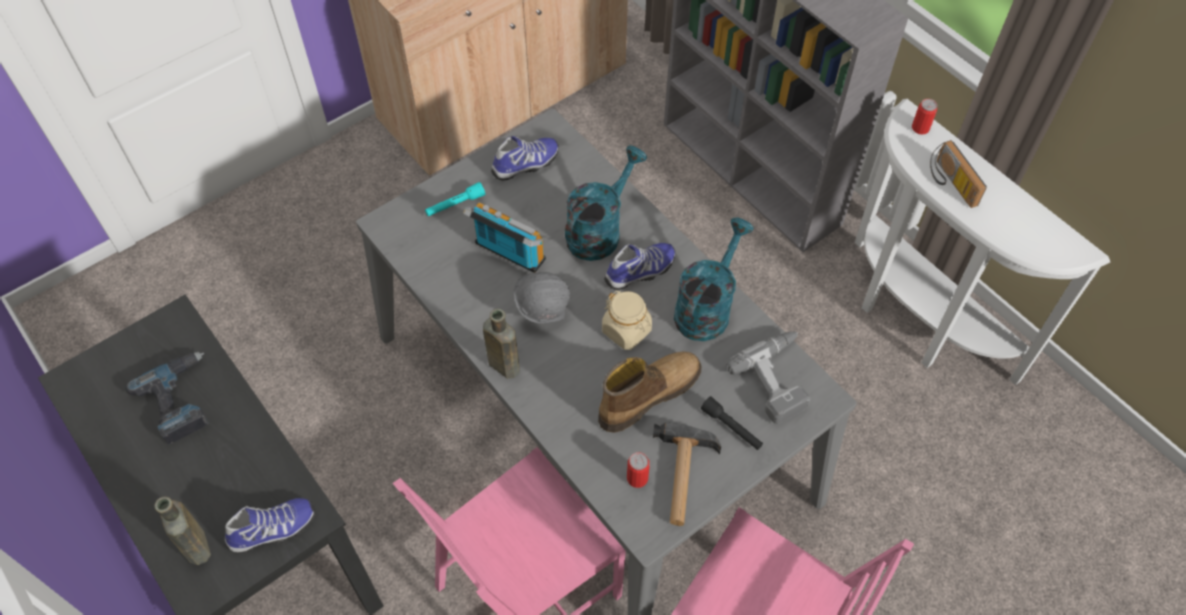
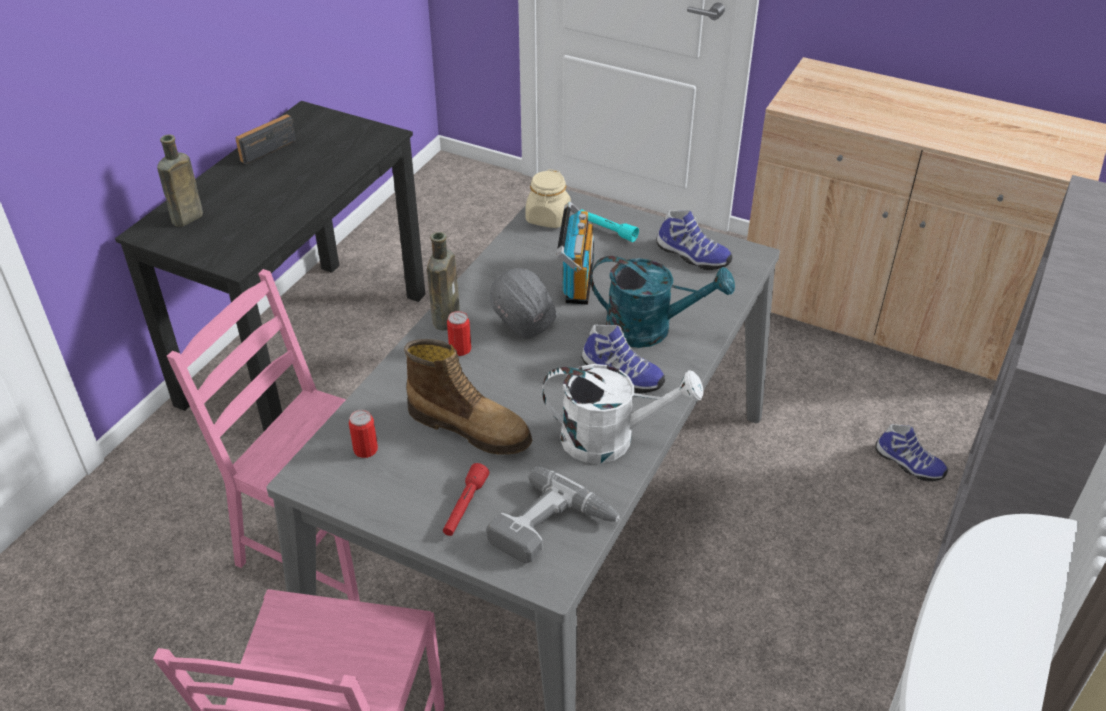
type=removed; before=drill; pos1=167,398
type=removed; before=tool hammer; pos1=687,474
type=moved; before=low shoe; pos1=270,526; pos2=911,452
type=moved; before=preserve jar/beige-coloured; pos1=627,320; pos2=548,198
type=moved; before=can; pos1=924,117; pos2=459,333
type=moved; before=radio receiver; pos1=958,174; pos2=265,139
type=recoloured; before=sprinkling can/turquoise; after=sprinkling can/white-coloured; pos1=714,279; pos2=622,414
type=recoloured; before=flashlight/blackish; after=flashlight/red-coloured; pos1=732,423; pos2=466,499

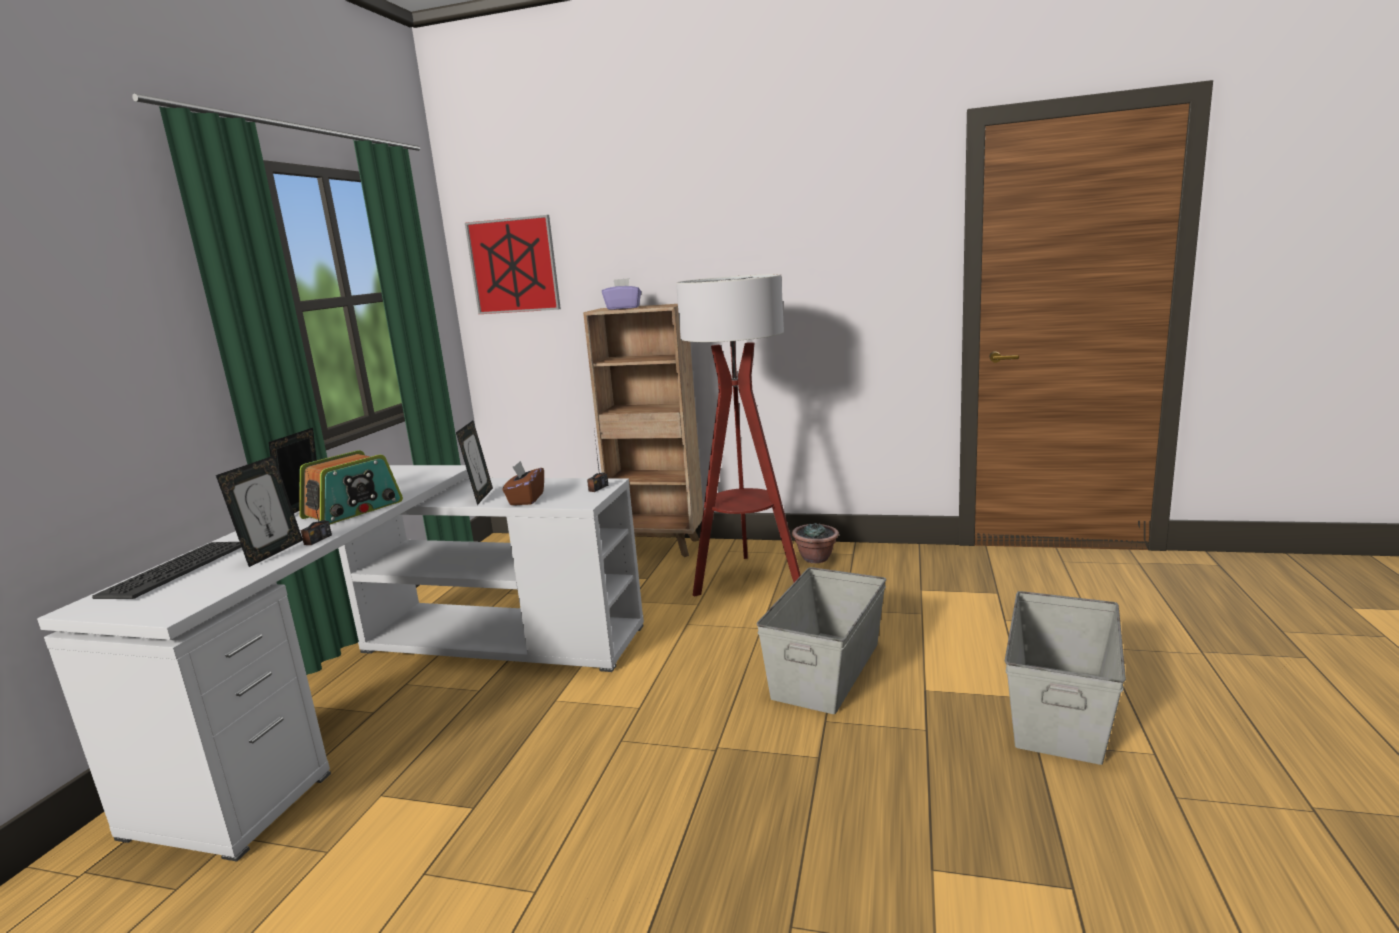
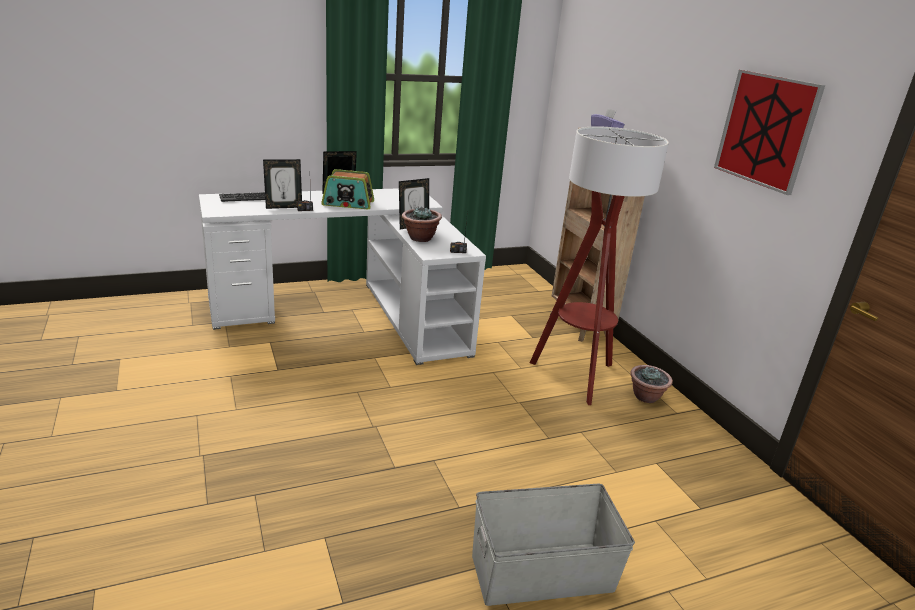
type=removed; before=storage bin/gray; pos1=821,640
type=moved; before=wall picture; pos1=513,264; pos2=769,132
type=replaced; before=tissue box/brown; after=houseplant; pos1=523,483; pos2=422,224

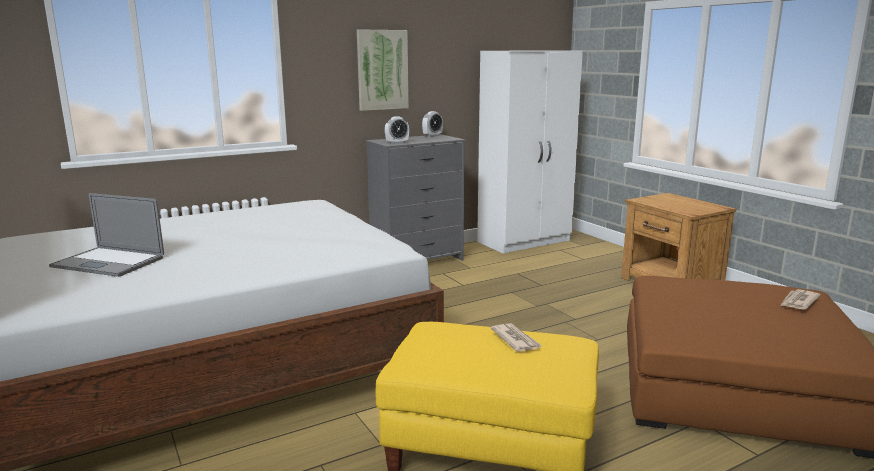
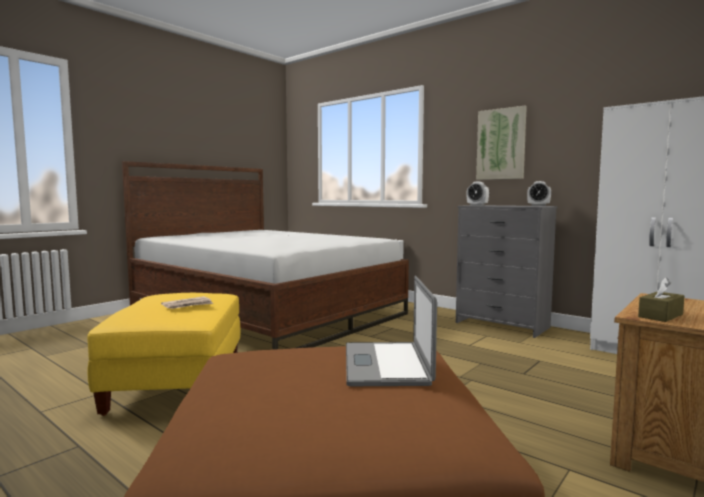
type=removed; before=newspaper; pos1=800,299
type=added; after=tissue box/brown; pos2=661,299
type=moved; before=portable computer; pos1=106,235; pos2=391,331

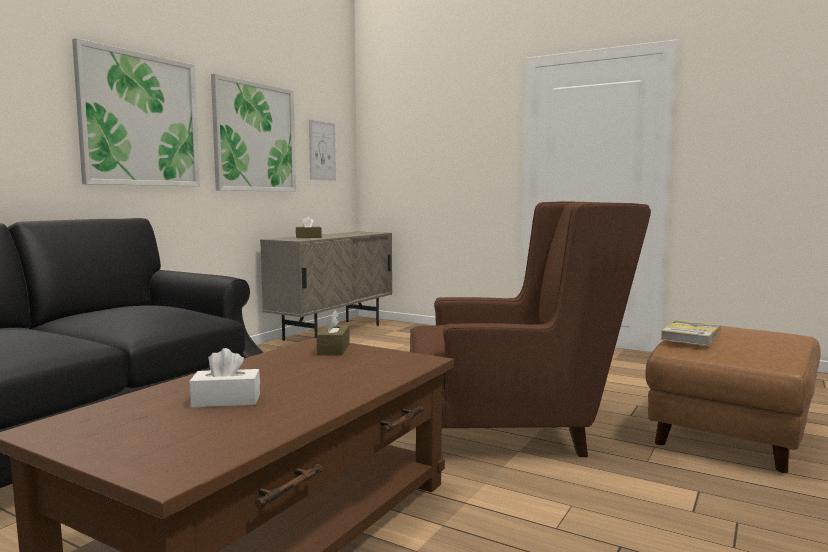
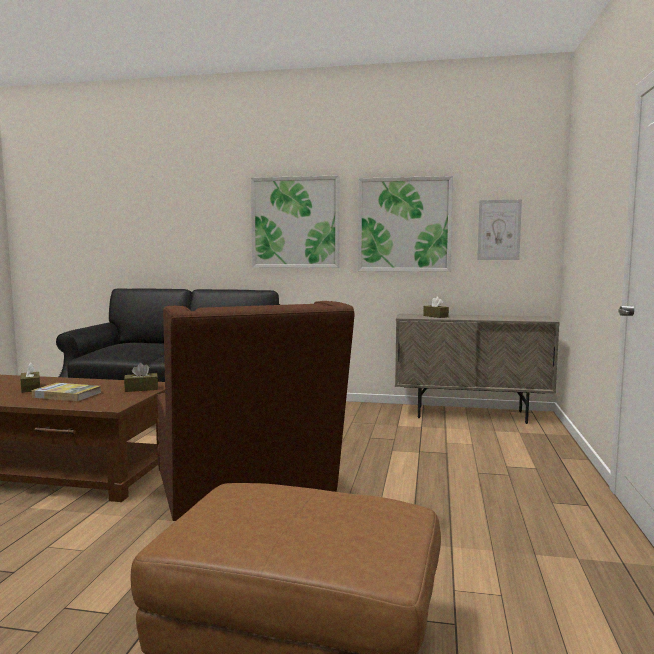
type=moved; before=bound book; pos1=690,333; pos2=66,392
type=recoloured; before=tissue box/white-coloured; after=tissue box/brown; pos1=225,377; pos2=30,377

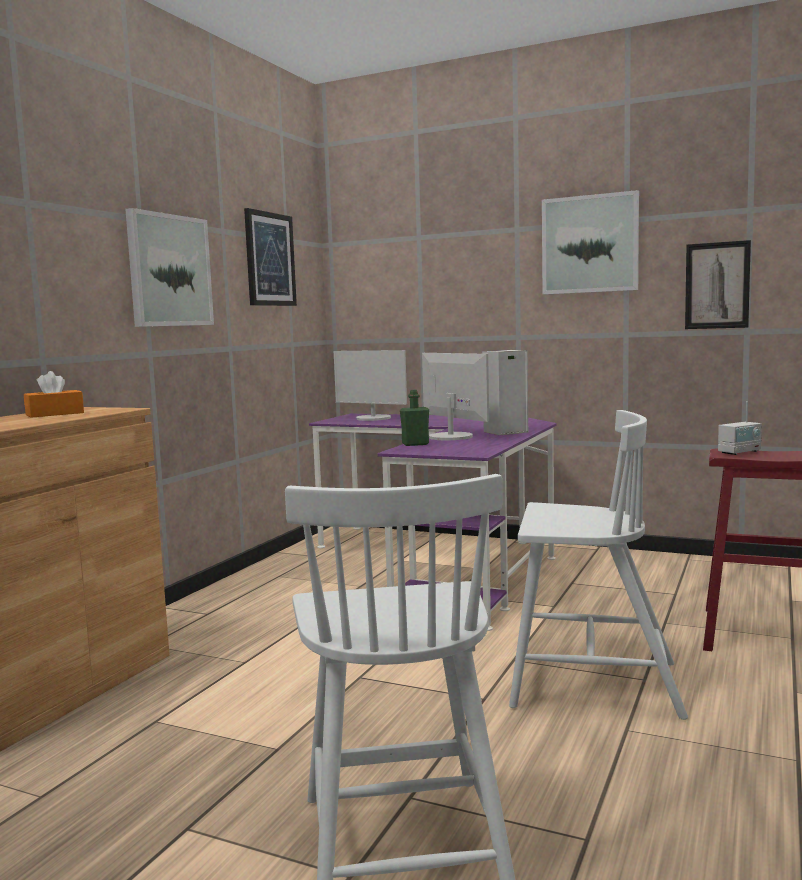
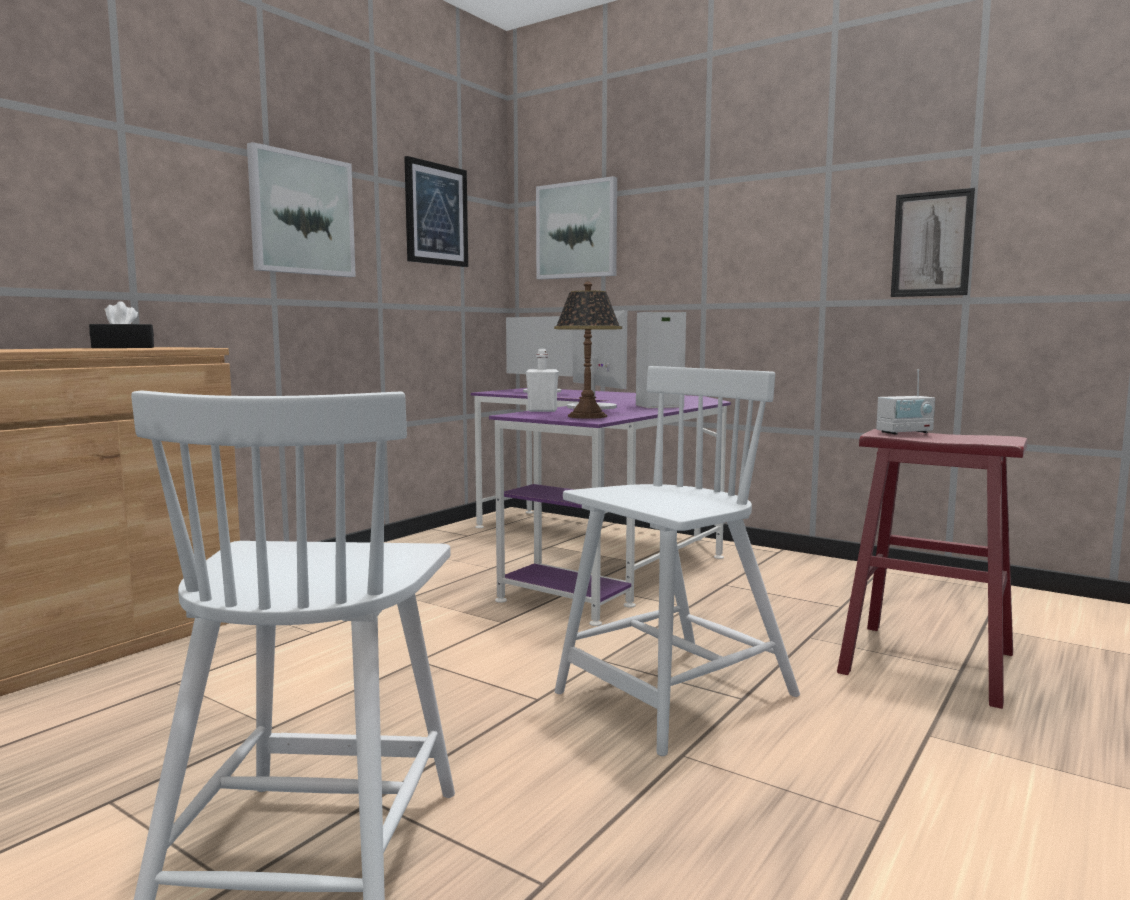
type=added; after=tabletop lamp; pos2=588,350
type=moved; before=wall picture; pos1=590,242; pos2=576,227
type=recoloured; before=tissue box/orange-coloured; after=tissue box/blackish; pos1=54,394; pos2=121,324
type=recoloured; before=drink bottle/green; after=drink bottle/white-coloured; pos1=414,418; pos2=542,380
type=turned; before=upright chair/white-coloured; pos1=598,565; pos2=677,561; turn=-60

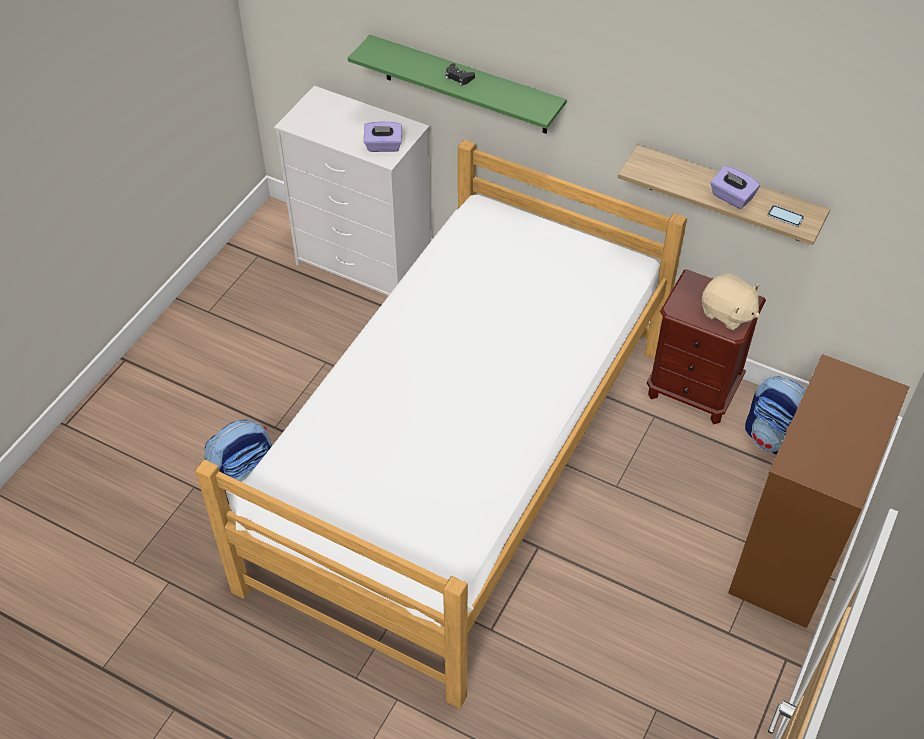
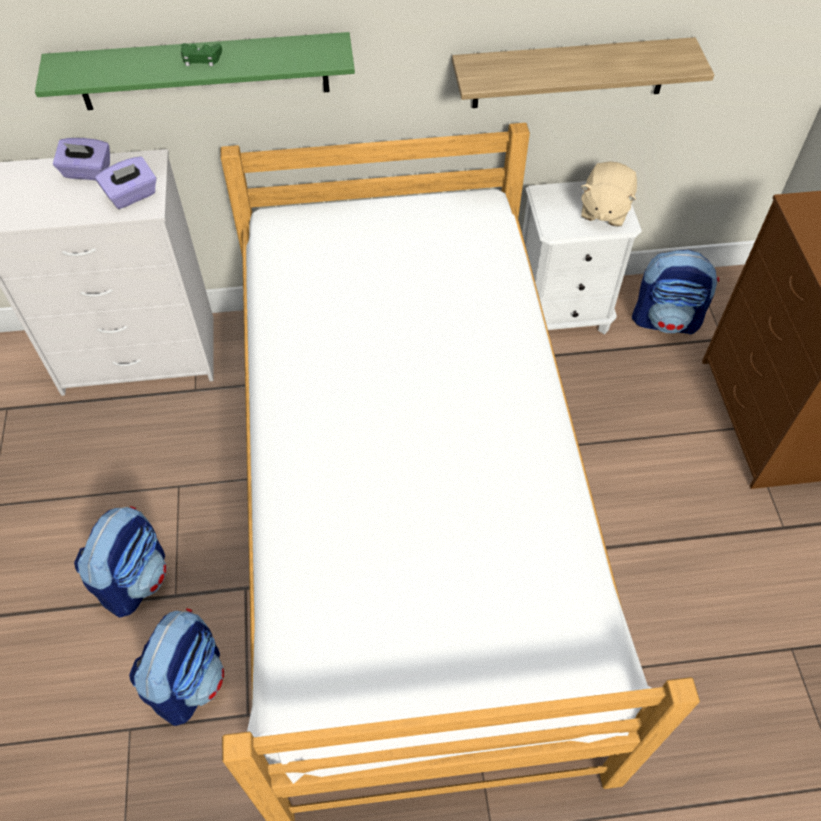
type=removed; before=telephone; pos1=786,216
type=added; after=backpack; pos2=120,562
type=moved; before=tissue box/purple-coloured; pos1=735,187; pos2=81,159
type=recoloured; before=gamepad/blackish; after=gamepad/green; pos1=460,74; pos2=201,54
type=recoloured; before=nightstand/brown; after=nightstand/white-coloured; pos1=706,346; pos2=582,257
type=turned; before=soft toy/beige-coloured; pos1=731,301; pos2=609,194; turn=105

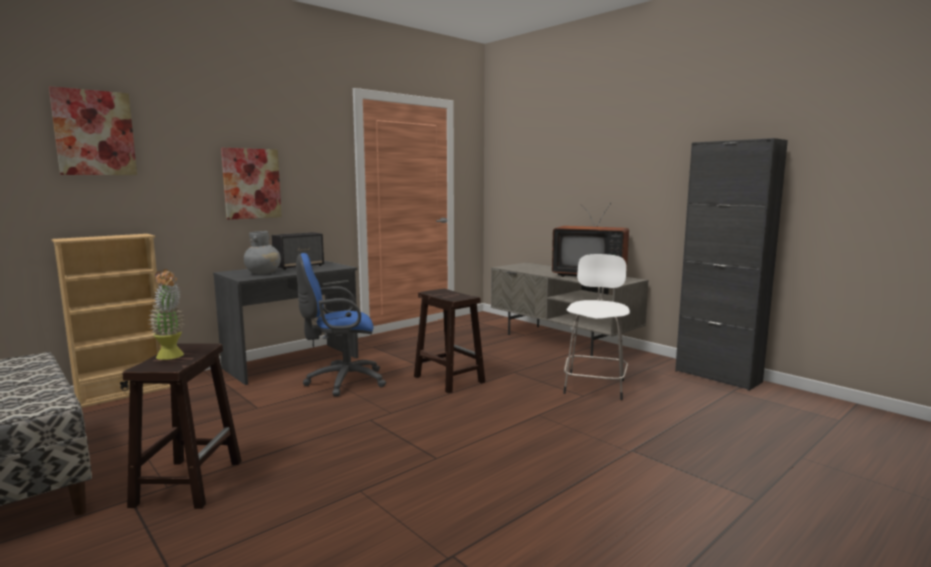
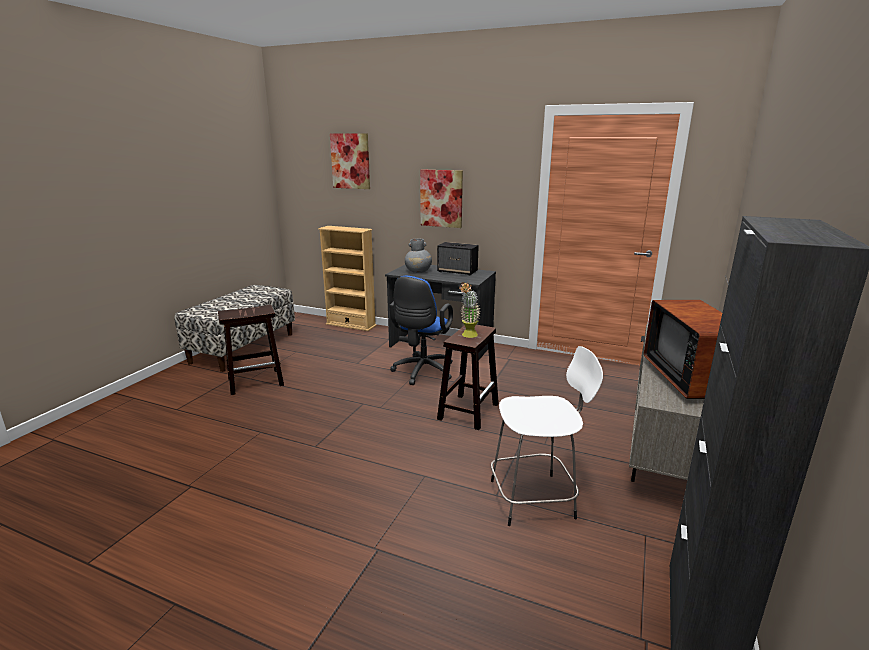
type=moved; before=houseplant; pos1=166,314; pos2=470,310
type=turned; before=office chair/blue; pos1=341,324; pos2=421,330; turn=-120

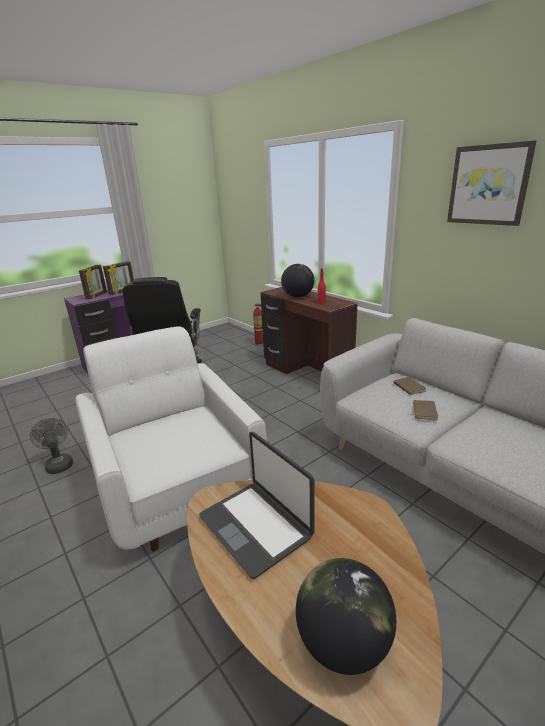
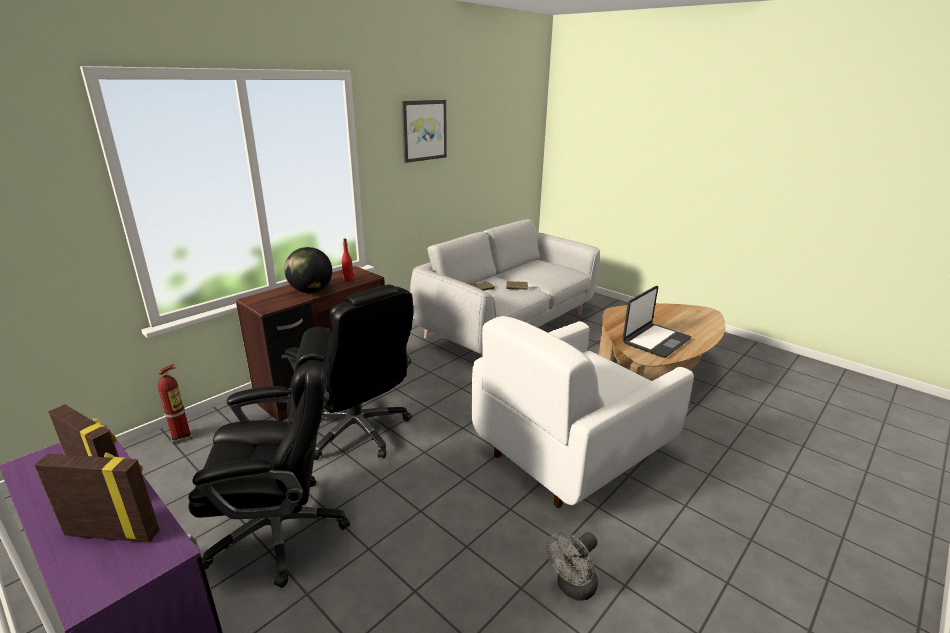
type=removed; before=world globe; pos1=346,616
type=added; after=office chair/blackish; pos2=349,372

